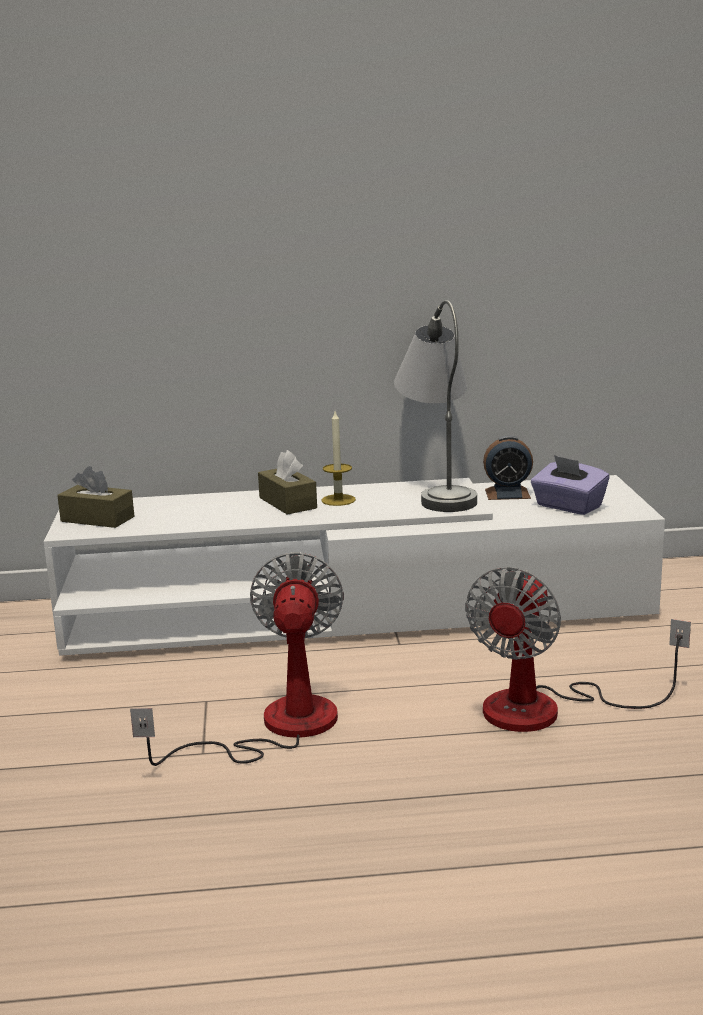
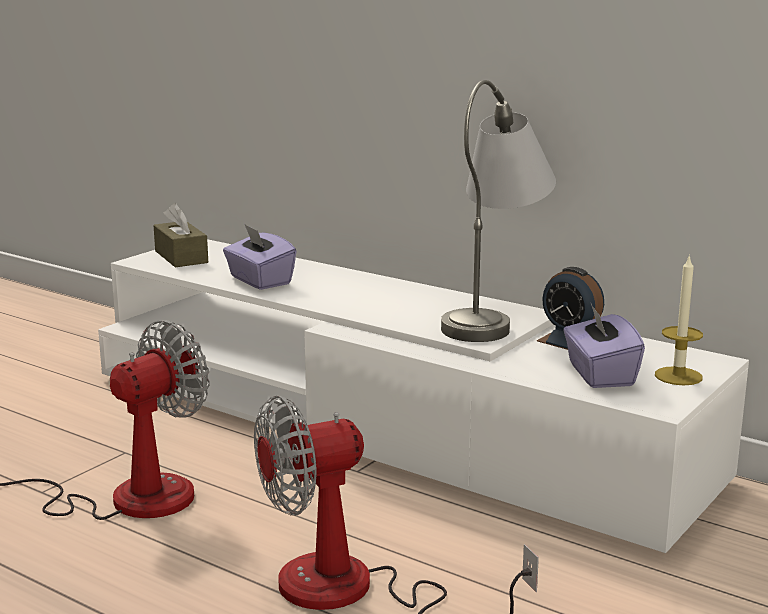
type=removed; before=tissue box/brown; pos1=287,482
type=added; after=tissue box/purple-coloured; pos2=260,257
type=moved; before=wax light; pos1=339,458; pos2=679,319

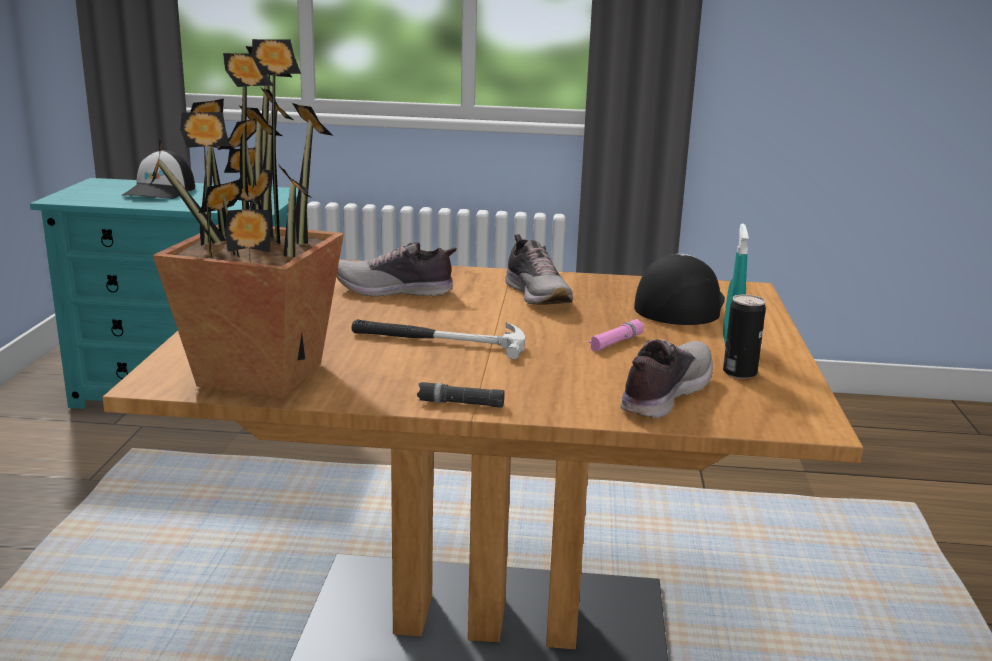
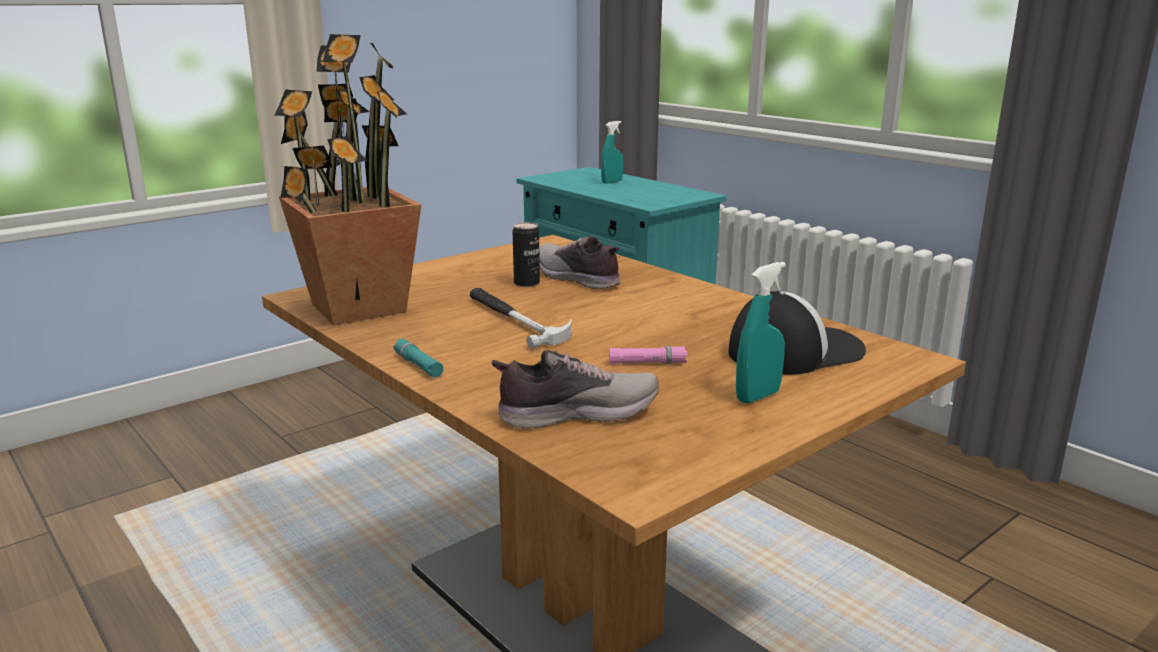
type=removed; before=low shoe; pos1=539,269
type=moved; before=can; pos1=744,336; pos2=526,254
type=replaced; before=peaked cap; after=sprayer/turquoise; pos1=158,174; pos2=612,152
type=recoloured; before=flashlight/blackish; after=flashlight/turquoise; pos1=461,395; pos2=418,358

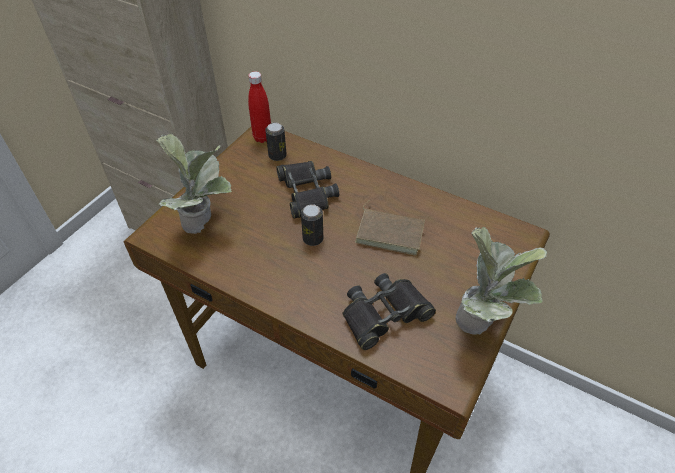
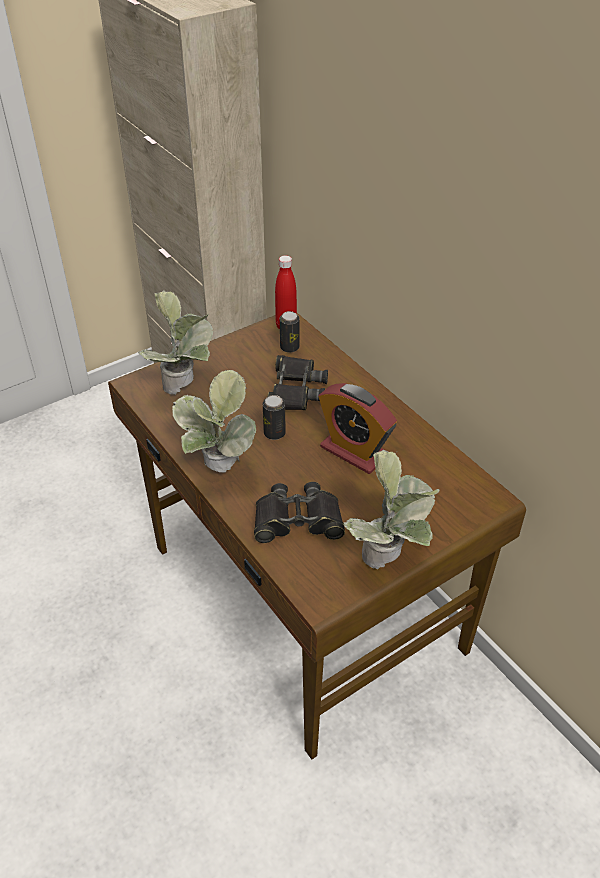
type=added; after=houseplant; pos2=214,421
type=replaced; before=bound book/brown; after=table clock; pos1=390,227; pos2=357,428

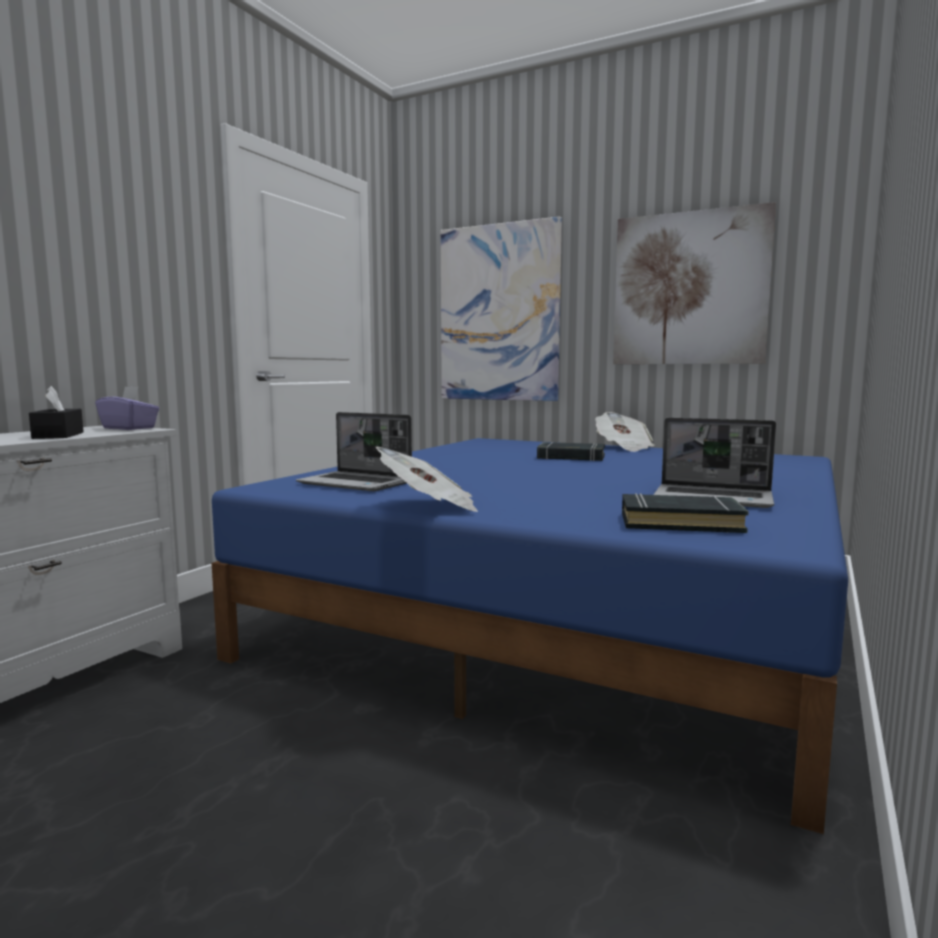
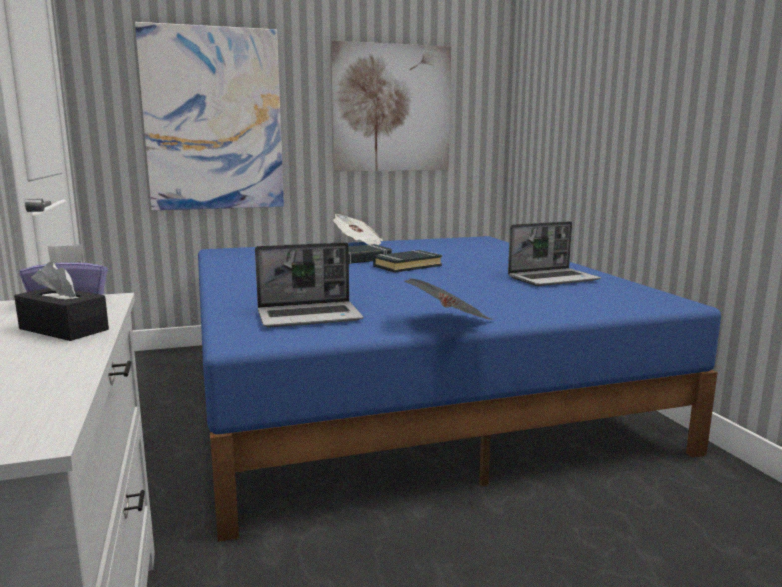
type=moved; before=bound book/blackish; pos1=685,513; pos2=407,261

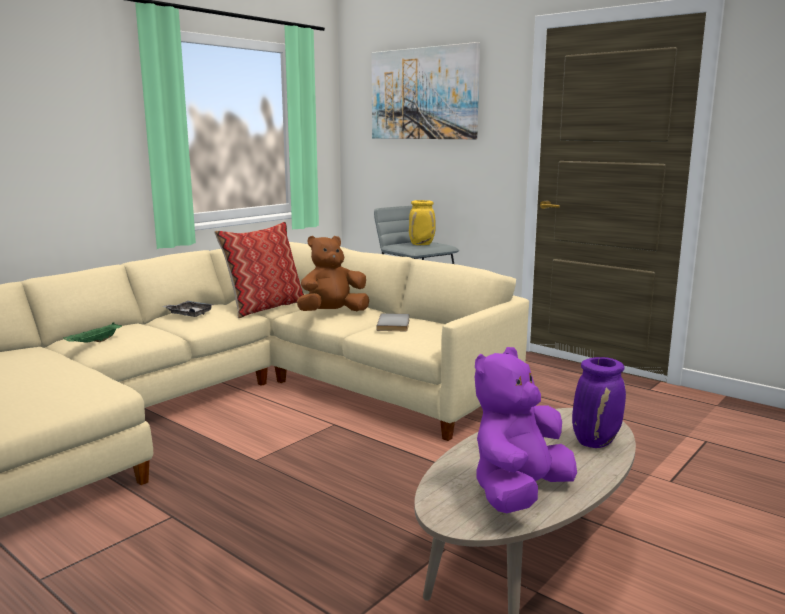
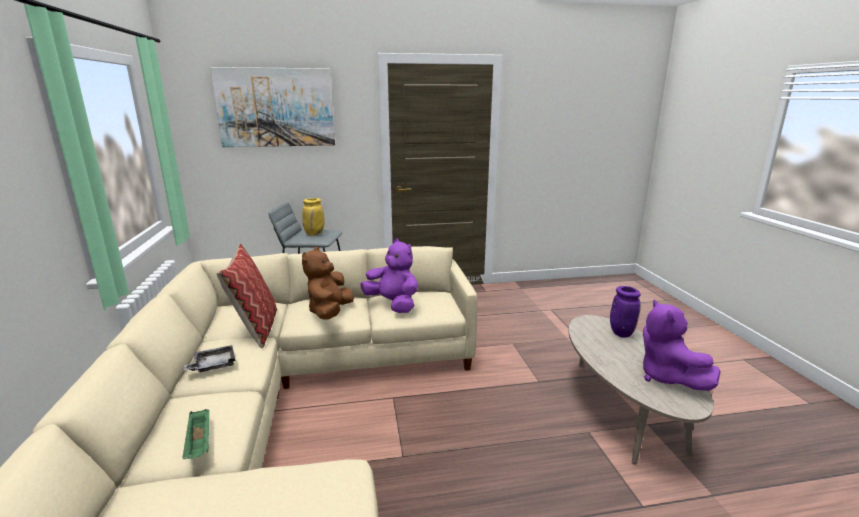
type=replaced; before=bound book/gray; after=soft toy/purple-coloured; pos1=392,322; pos2=389,276

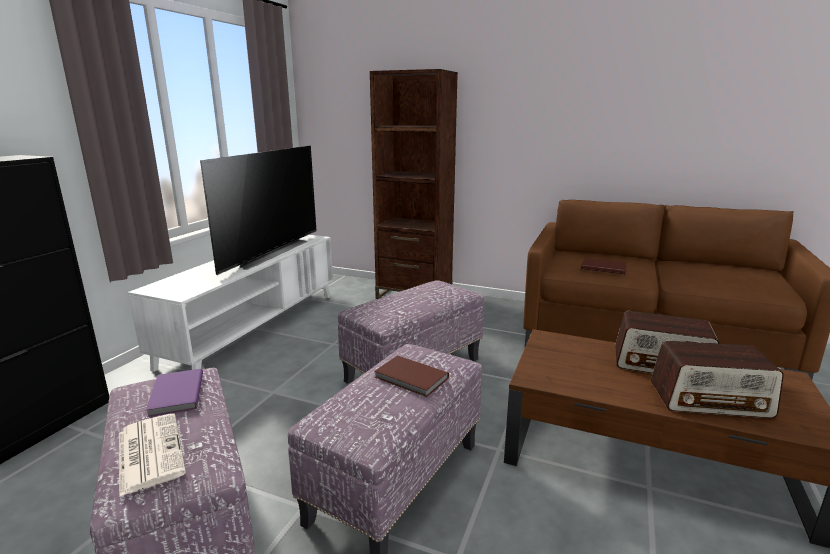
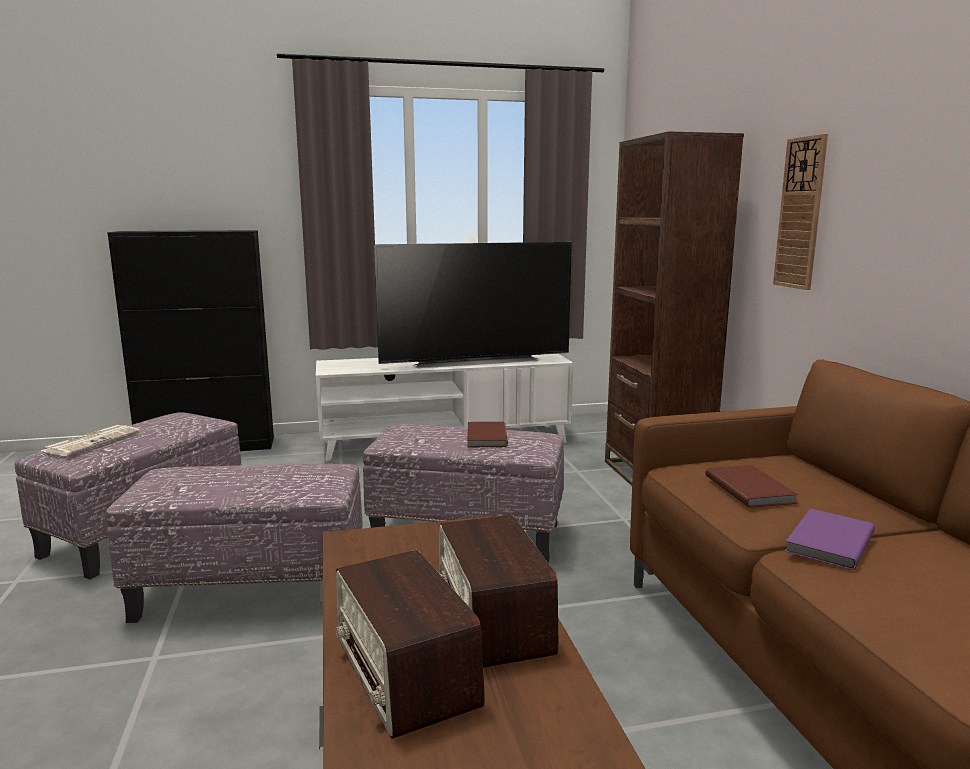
type=added; after=wall clock; pos2=800,212
type=moved; before=bound book/purple-coloured; pos1=174,393; pos2=830,539
type=moved; before=bound book/brown; pos1=411,376; pos2=487,434

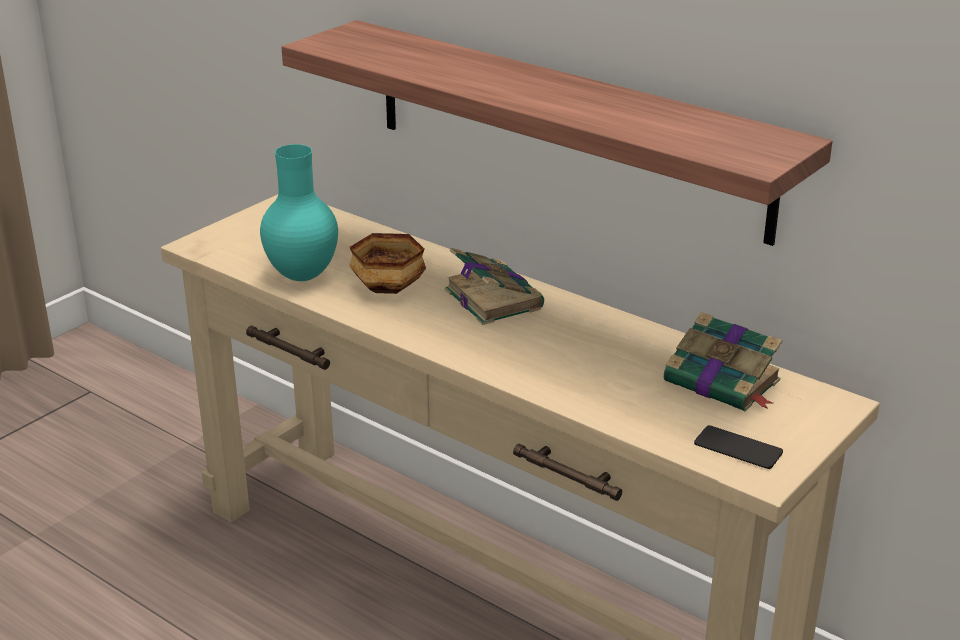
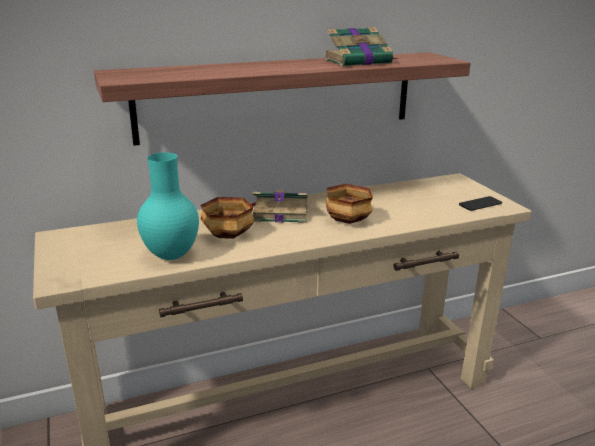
type=added; after=deep dish; pos2=349,204
type=moved; before=bound book; pos1=723,361; pos2=361,46

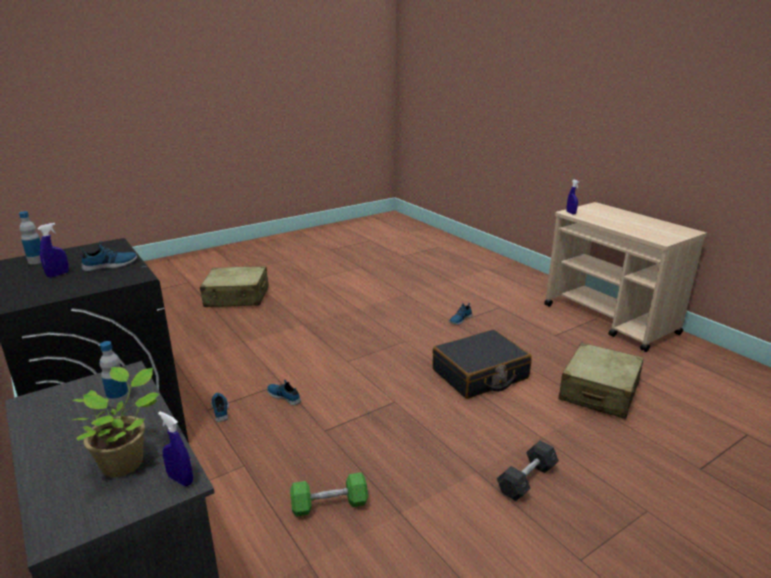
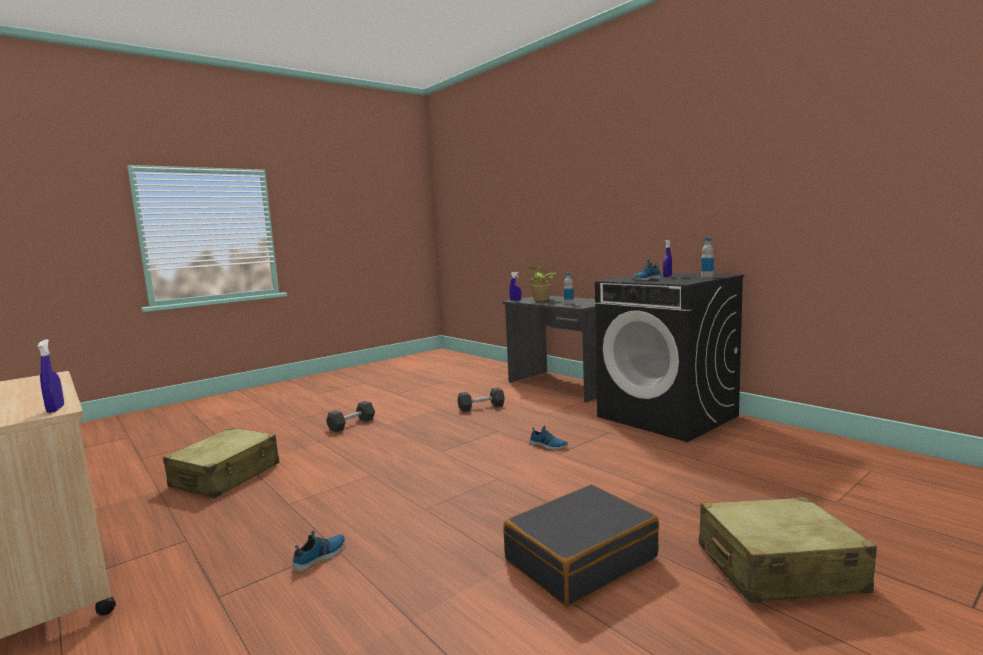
type=removed; before=low shoe; pos1=220,407
type=moved; before=piece of luggage/blackish; pos1=482,364; pos2=581,545
type=recoloured; before=free weight/green; after=free weight/gray; pos1=329,494; pos2=481,399

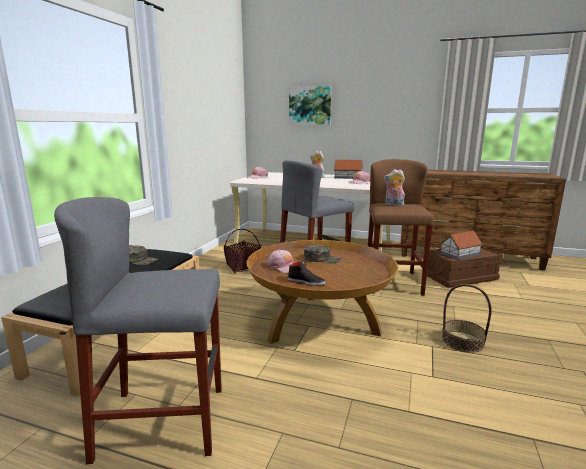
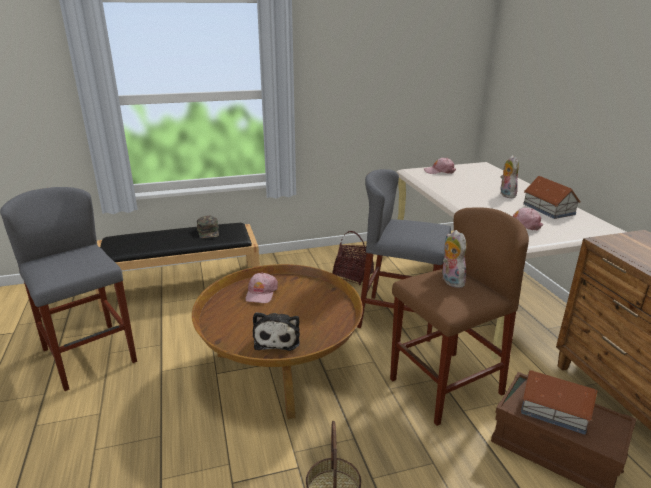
type=removed; before=low shoe/blackish; pos1=306,273
type=removed; before=wall picture; pos1=310,105
type=removed; before=peaked cap/green; pos1=323,254
type=added; after=soft toy; pos2=276,331

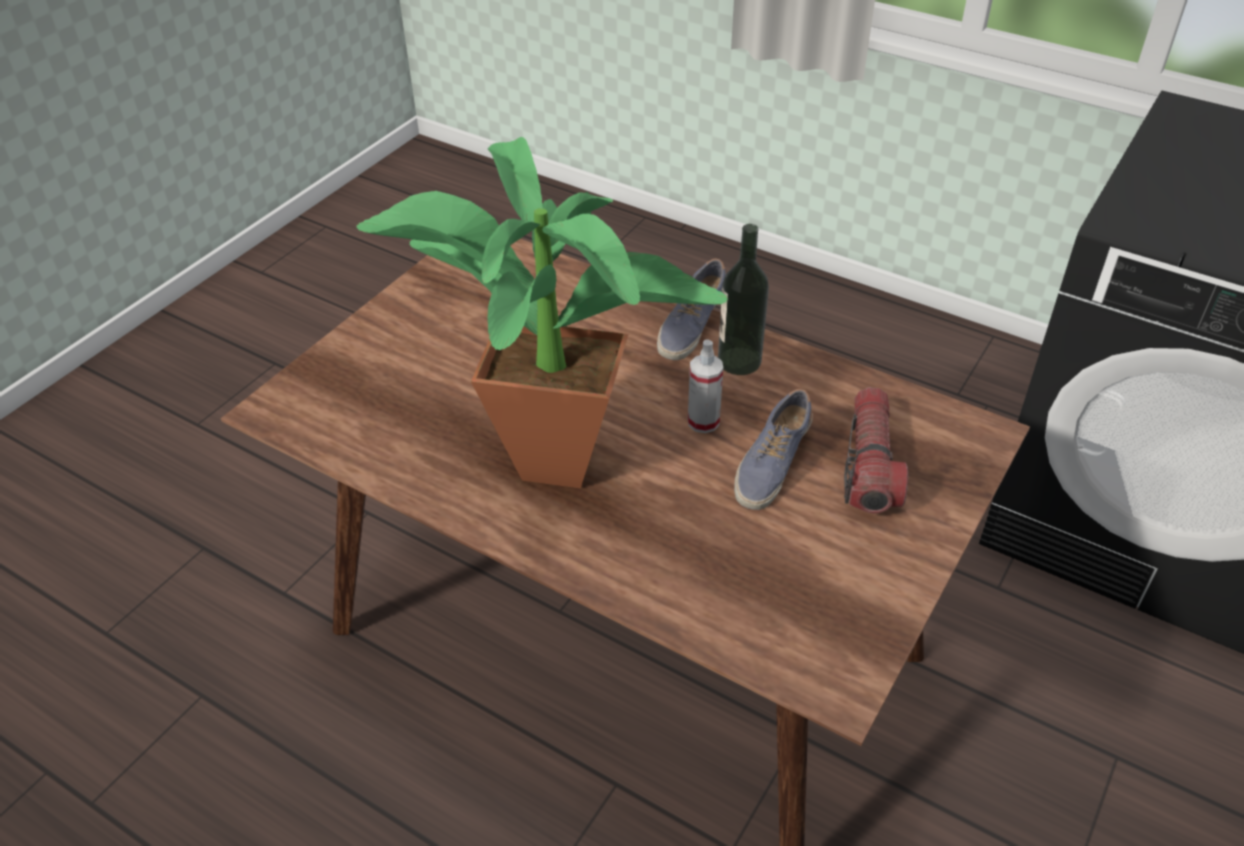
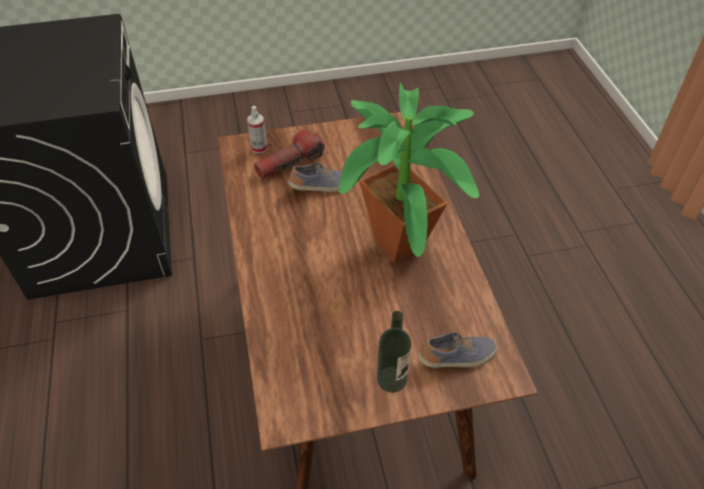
type=moved; before=low shoe; pos1=691,309; pos2=457,350
type=moved; before=sprayer; pos1=705,386; pos2=257,130
type=moved; before=drink bottle; pos1=743,299; pos2=394,352

